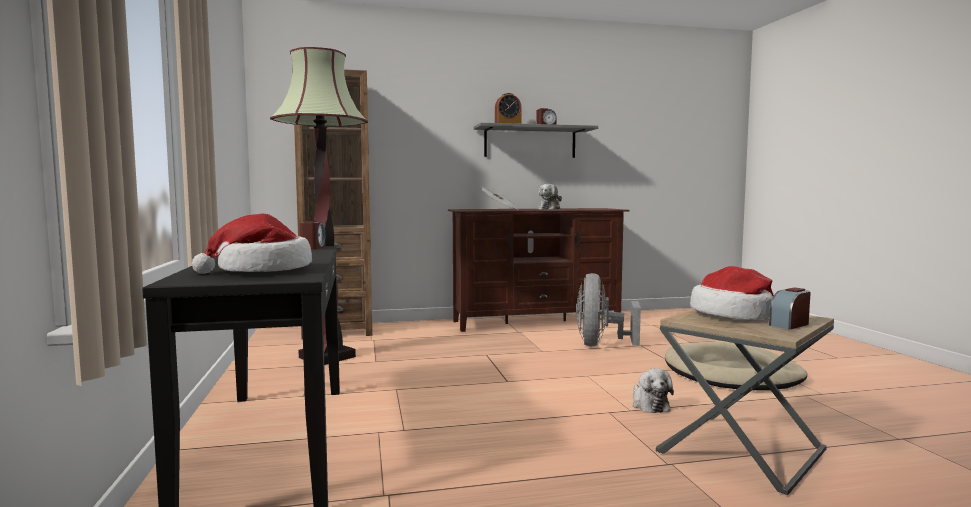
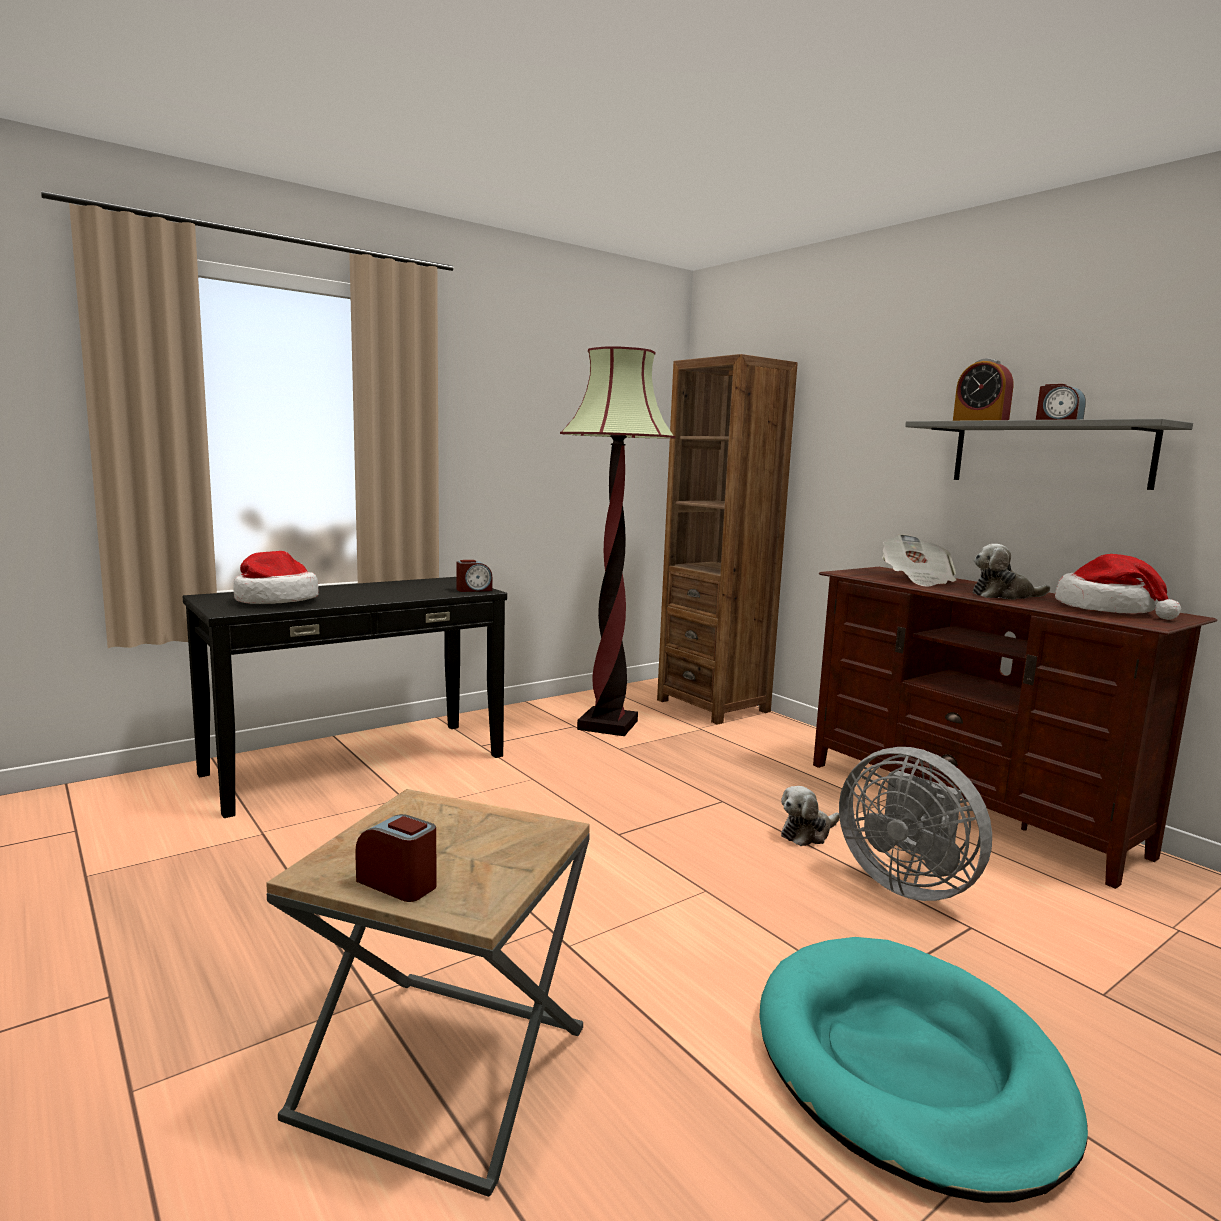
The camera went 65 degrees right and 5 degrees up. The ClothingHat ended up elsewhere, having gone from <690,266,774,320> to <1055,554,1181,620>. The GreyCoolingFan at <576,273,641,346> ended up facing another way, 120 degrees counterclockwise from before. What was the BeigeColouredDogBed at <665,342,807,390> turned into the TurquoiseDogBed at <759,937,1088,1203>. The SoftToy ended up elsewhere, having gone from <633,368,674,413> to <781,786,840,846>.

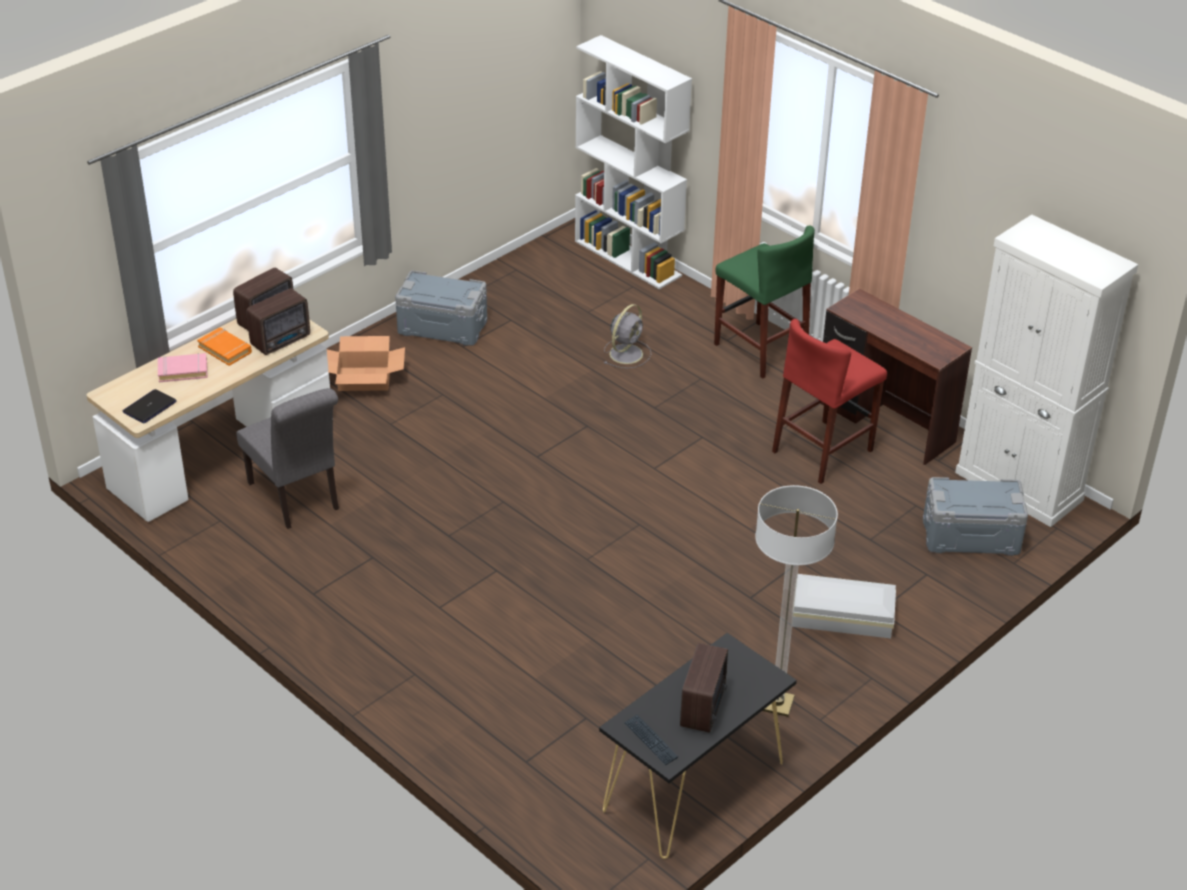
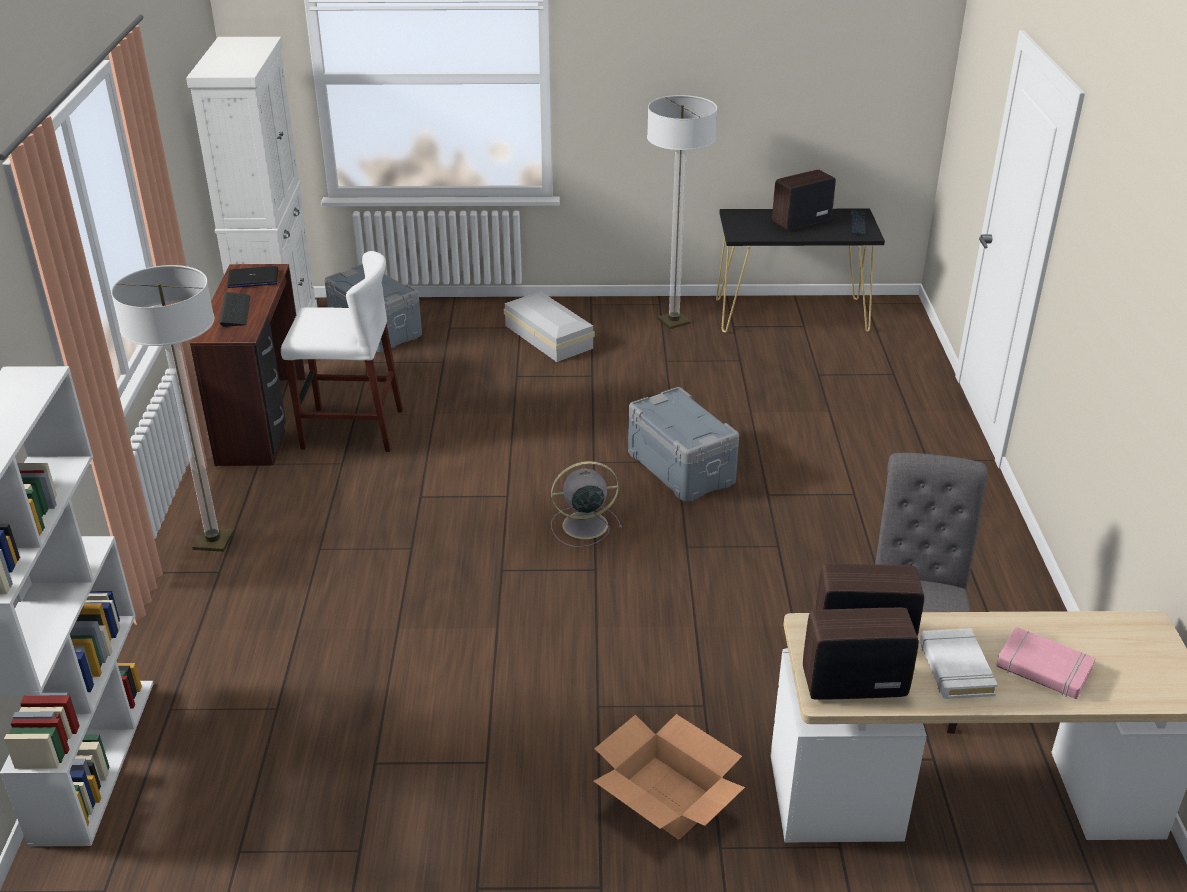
The camera went 135 degrees left and 5 degrees down. Where the GreenColouredStoolSeat stood at <714,225,815,379>, the StandardLamp came to stand at <111,265,234,552>. The GreyStorageBox ended up elsewhere, having gone from <395,271,487,346> to <628,387,739,502>. The GreyCoolingFan ended up elsewhere, having gone from <604,304,651,369> to <551,461,622,547>. What was the ReddishStoolSeat at <772,319,887,484> turned into the WhitishStoolSeat at <281,251,403,452>. What was the OrangeColouredVolume at <197,327,252,366> turned into the WhitishVolume at <920,628,998,699>. The PortableComputer ended up elsewhere, having gone from <122,389,177,423> to <227,266,278,288>. The second view gained the Keyboard at <219,292,251,327>.

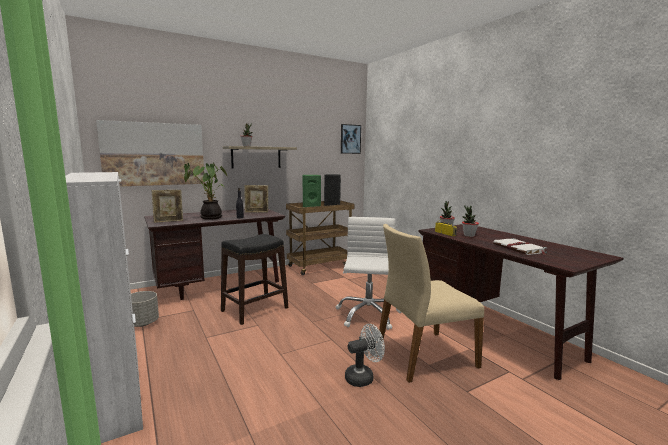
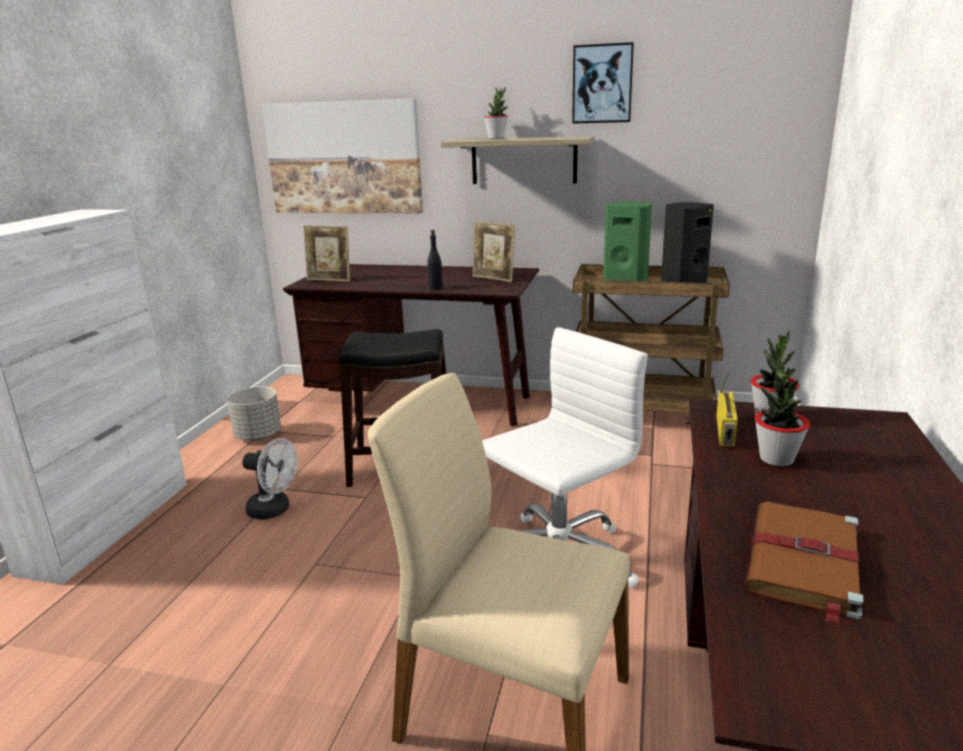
The camera went 45 degrees right and 10 degrees up. The WallArt ended up elsewhere, having gone from <341,124,361,154> to <572,42,634,124>. The second view lost the PottedPlant at <184,162,227,220>. What was the WhitishVolume at <493,238,547,255> turned into the BrownColouredVolume at <745,502,864,624>. The WhitishCoolingFan ended up elsewhere, having gone from <345,324,385,387> to <242,438,298,519>.

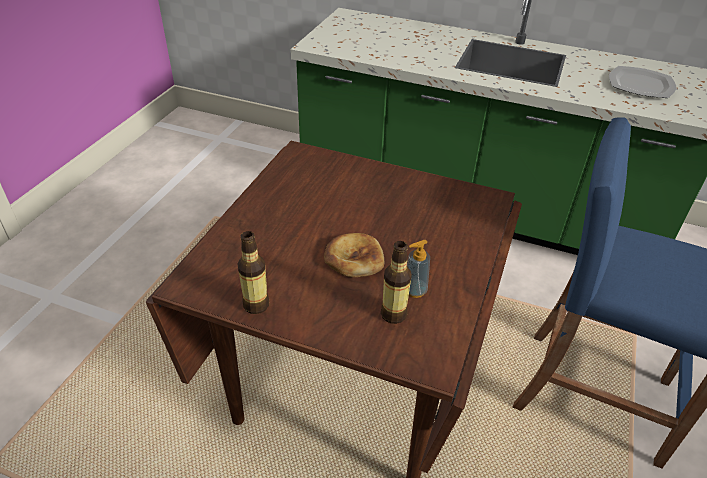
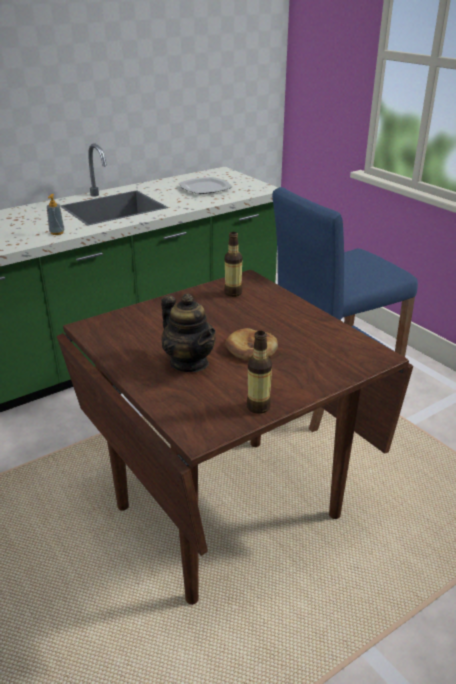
The camera went 55 degrees left and 10 degrees down. The SoapDispenser ended up elsewhere, having gone from <407,240,430,298> to <47,194,65,235>. The Bottle ended up elsewhere, having gone from <381,241,412,324> to <224,232,242,297>. The second view gained the PotForTea at <161,294,216,372>.

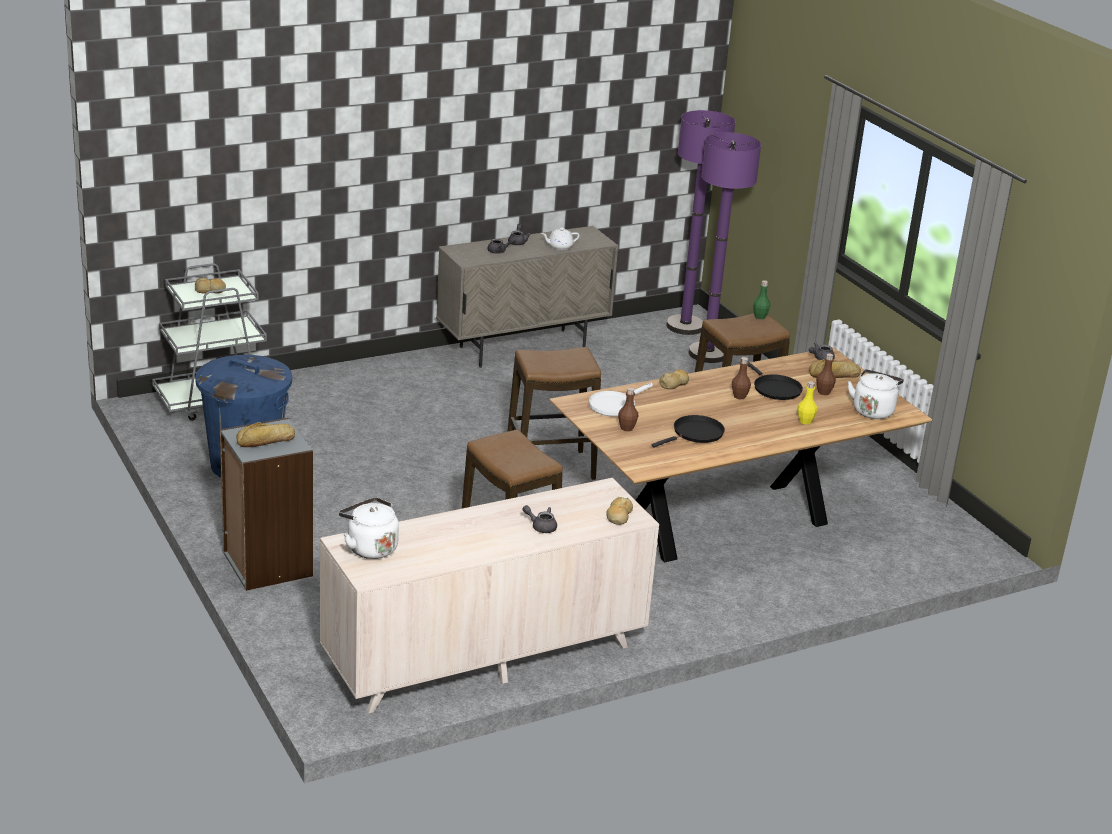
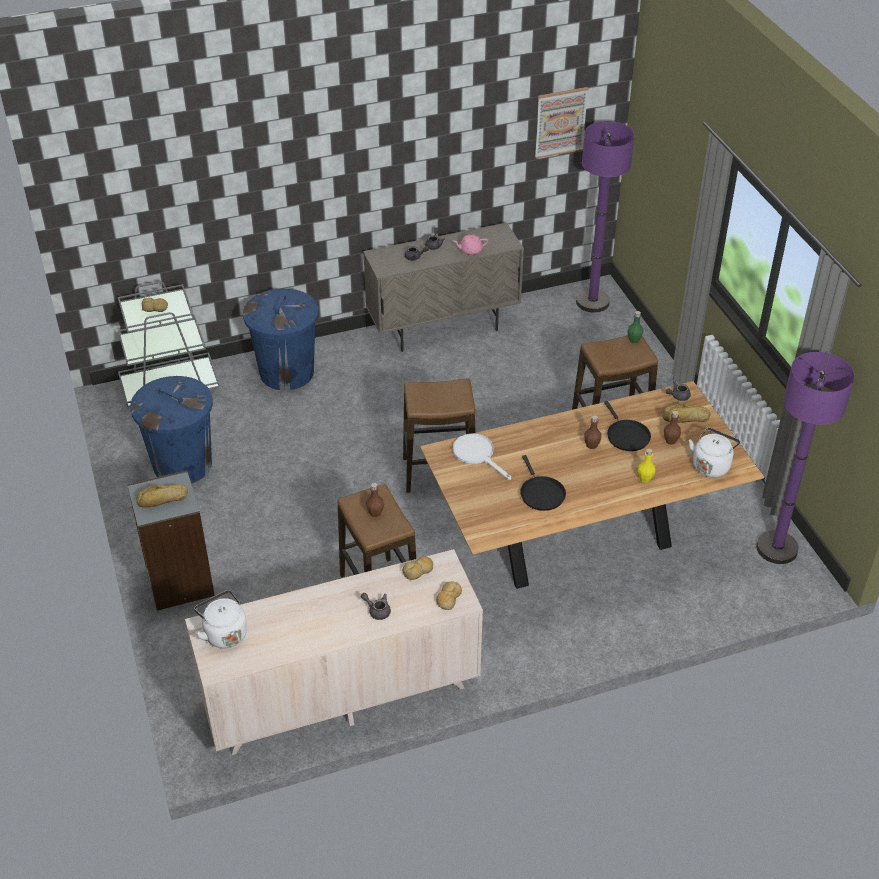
The camera went 10 degrees right and 15 degrees up. The PurplishStandardLamp ended up elsewhere, having gone from <689,132,761,363> to <756,352,855,564>. What was the WhitishPotForTea at <541,228,580,250> turned into the PinkColouredPotForTea at <453,234,488,255>. The BakedBread ended up elsewhere, having gone from <659,369,689,389> to <402,556,433,580>. The WhitishSkillet at <589,383,653,417> ended up facing another way, 90 degrees clockwise from before. The BrownColouredBottle ended up elsewhere, having gone from <618,387,638,431> to <366,483,384,517>. The BlackSkillet at <652,415,725,448> ended up facing another way, 105 degrees clockwise from before. The second view gained the WallArt at <535,87,589,159>. The second view gained the BlueTrashCan at <243,288,319,390>.

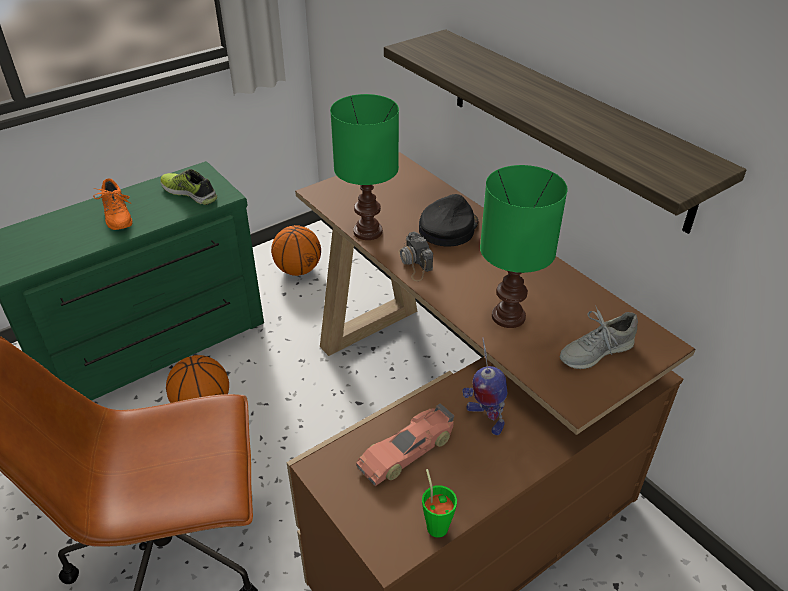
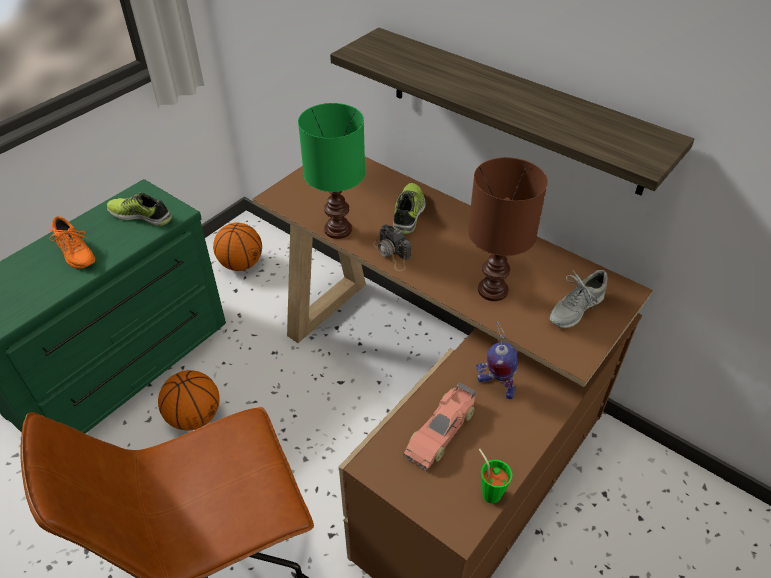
The camera went 15 degrees left and 5 degrees up. What was the GreenColouredTableLamp at <480,165,567,328> turned into the BrownColouredTableLamp at <468,157,548,301>. Where the BlackBaseballCap stood at <419,194,478,246>, the LowShoe came to stand at <393,183,425,235>.

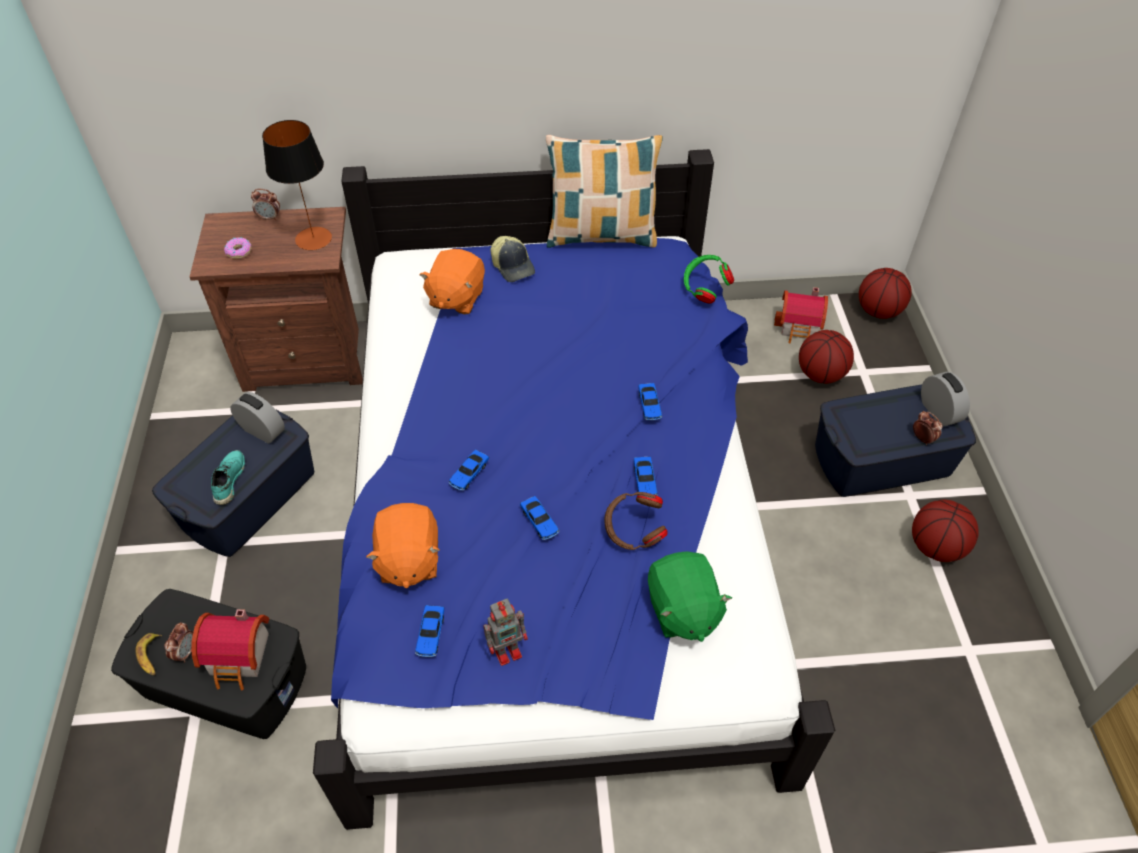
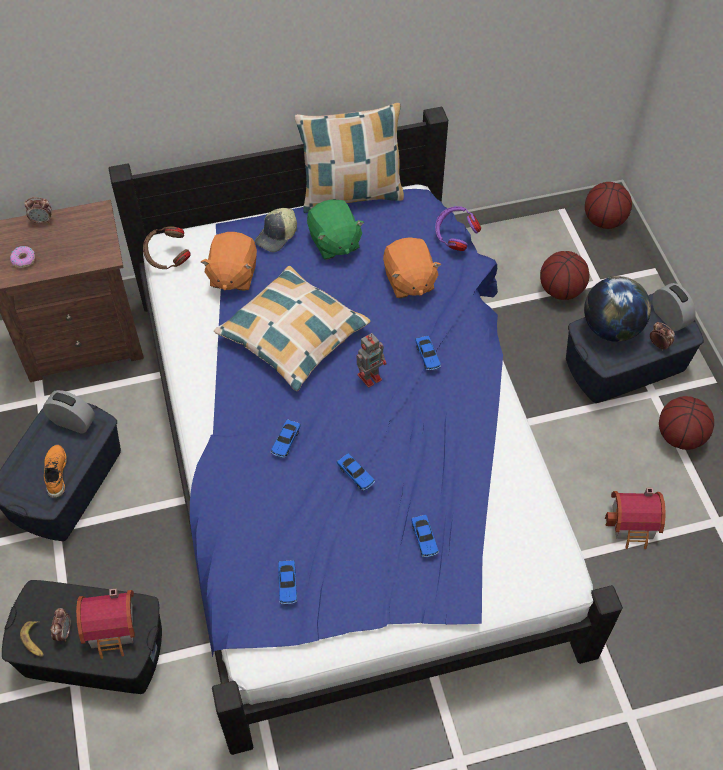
The camera went 10 degrees left and 5 degrees up. The second view lost the TableLamp at <262,120,332,250>. The BaseballCap at <490,236,535,282> ended up facing another way, 75 degrees clockwise from before. What was the GreenColouredHeadset at <684,255,734,303> turned into the PurplishHeadset at <435,206,481,251>. The ToyHouse ended up elsewhere, having gone from <774,287,828,344> to <605,488,666,549>. What was the TurquoiseLowShoe at <211,450,245,505> turned into the OrangeColouredLowShoe at <44,444,67,498>. The ModelCar ended up elsewhere, having gone from <634,457,658,496> to <411,515,439,557>. The BrownColouredHeadset ended up elsewhere, having gone from <604,492,668,550> to <143,226,191,269>. The OrangeColouredSoftToy ended up elsewhere, having gone from <366,503,440,589> to <383,237,442,298>. The GreenColouredSoftToy ended up elsewhere, having gone from <648,551,732,642> to <307,199,364,259>. The ModelRobot ended up elsewhere, having gone from <483,599,528,666> to <356,333,387,388>. The second view gained the Pillow at <214,266,370,391>. The second view gained the Globe at <584,276,651,342>.

